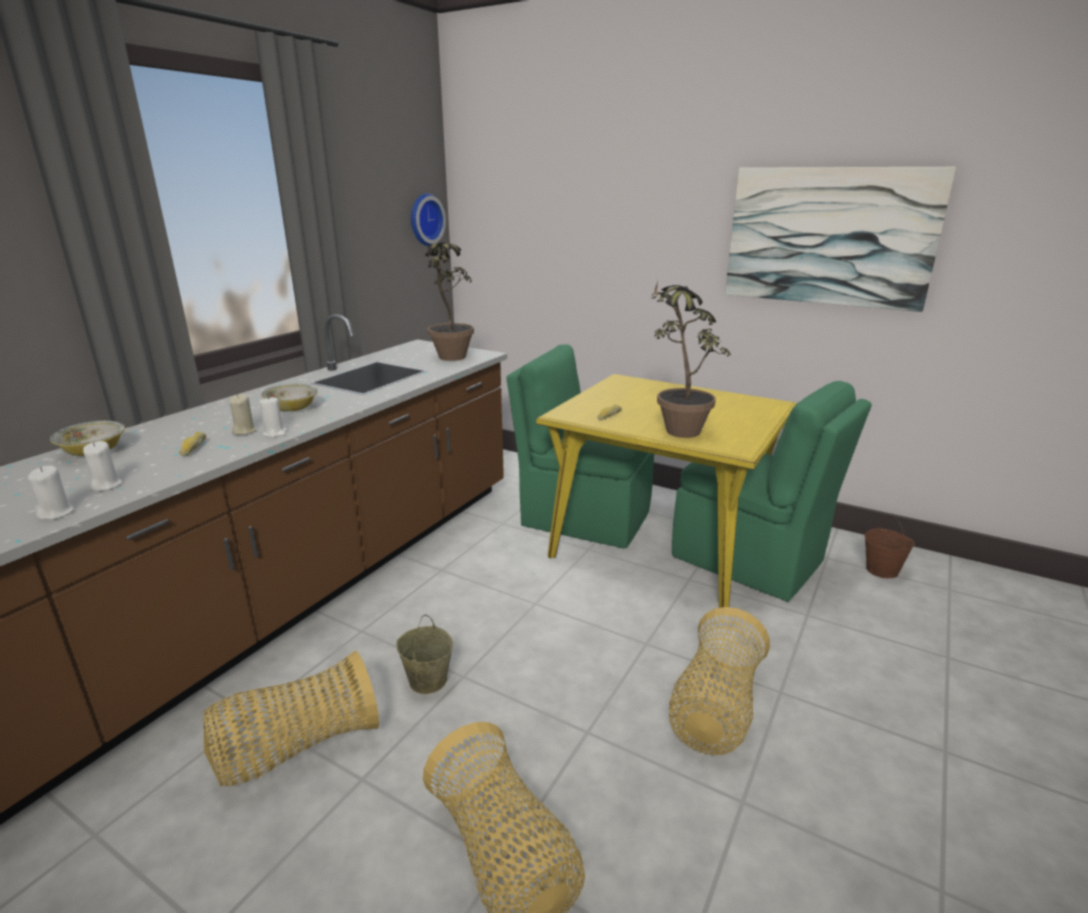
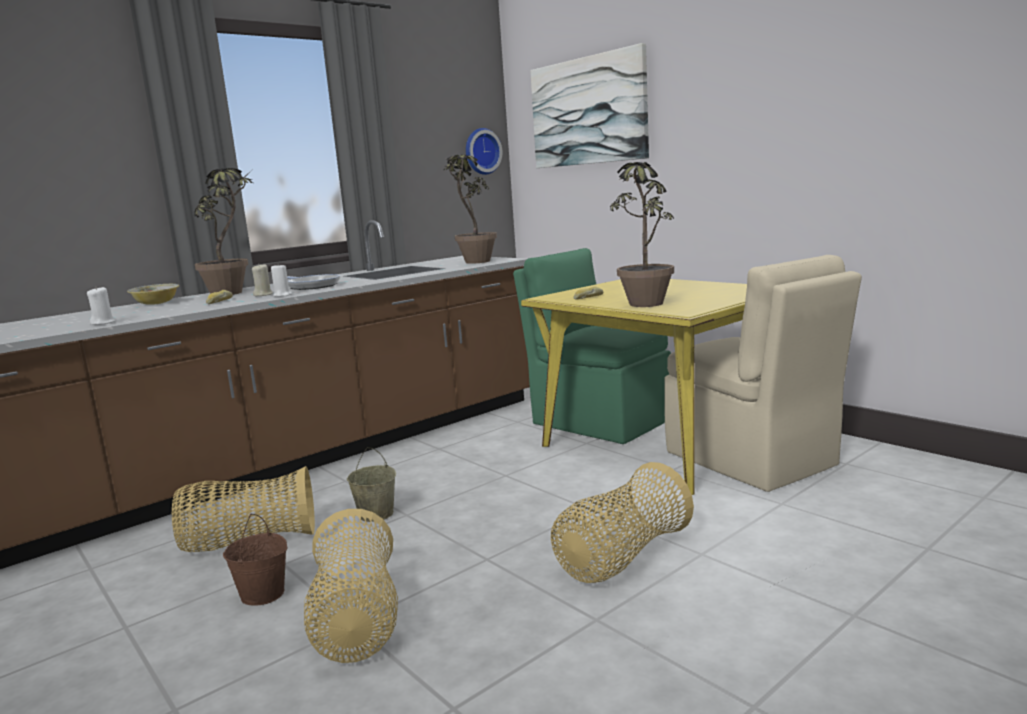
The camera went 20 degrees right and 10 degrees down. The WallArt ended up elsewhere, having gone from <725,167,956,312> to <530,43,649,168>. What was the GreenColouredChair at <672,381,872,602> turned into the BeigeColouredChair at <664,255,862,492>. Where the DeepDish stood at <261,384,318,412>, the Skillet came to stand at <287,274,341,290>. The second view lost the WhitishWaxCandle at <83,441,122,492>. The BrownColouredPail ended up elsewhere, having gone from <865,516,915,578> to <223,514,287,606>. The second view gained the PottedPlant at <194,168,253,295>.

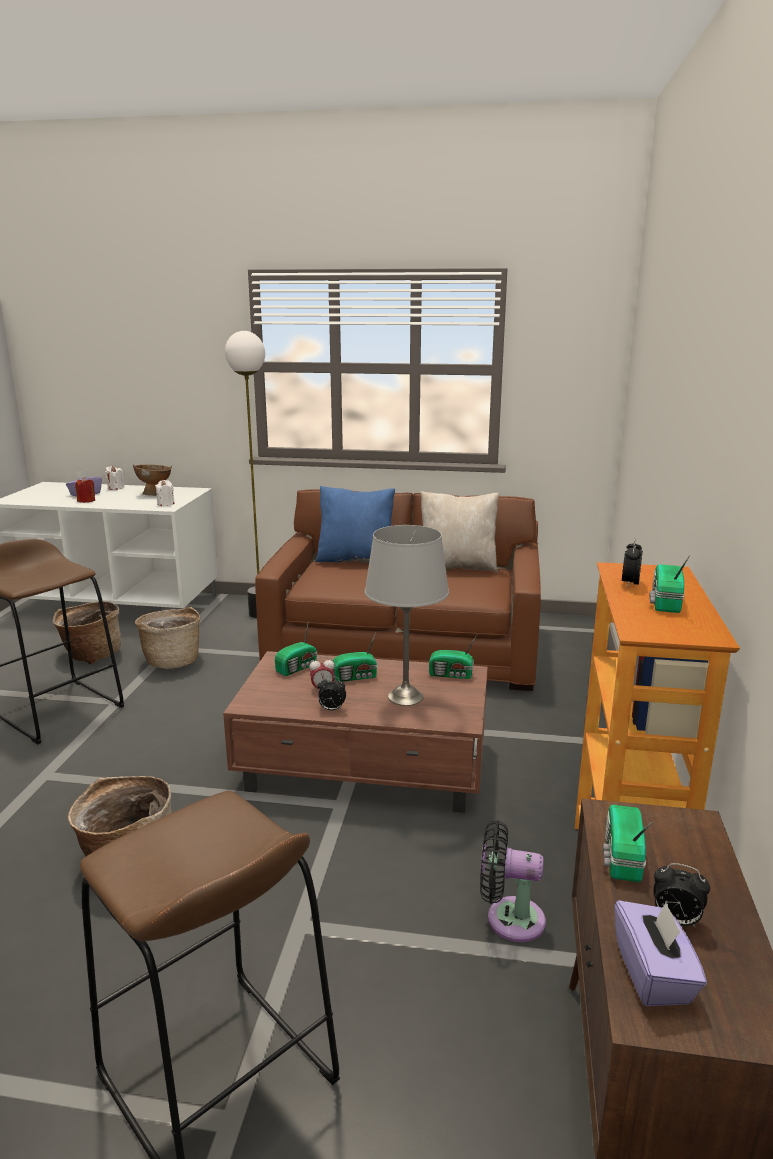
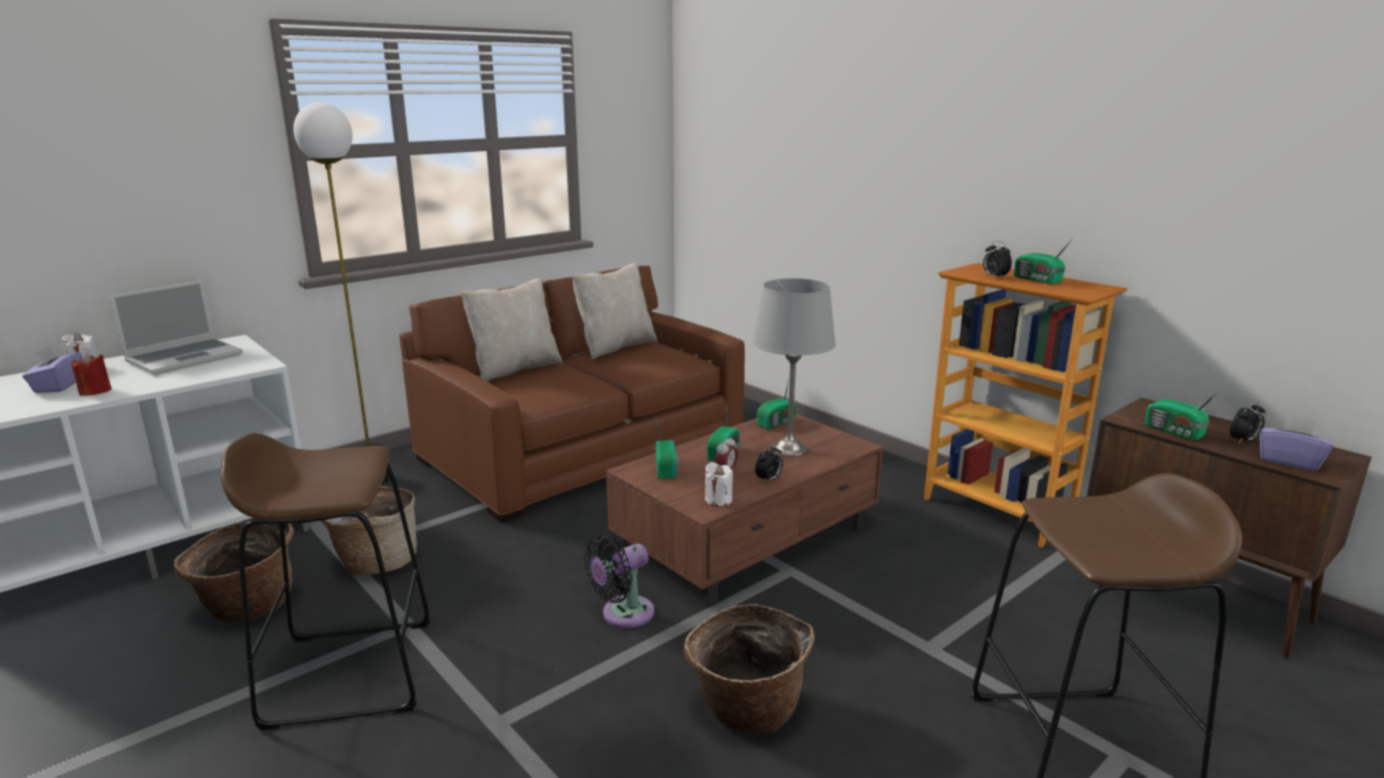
The camera went 50 degrees left and 0 degrees up. Where the BrownColouredDeepDish stood at <133,464,172,496>, the PortableComputer came to stand at <110,280,242,375>. The WhitishWaxCandle ended up elsewhere, having gone from <155,480,175,506> to <705,462,733,507>. What was the BluePillow at <315,486,395,563> turned into the BeigeColouredPillow at <461,278,562,381>. The BlackCoolingFan ended up elsewhere, having gone from <480,821,546,942> to <584,533,655,628>.

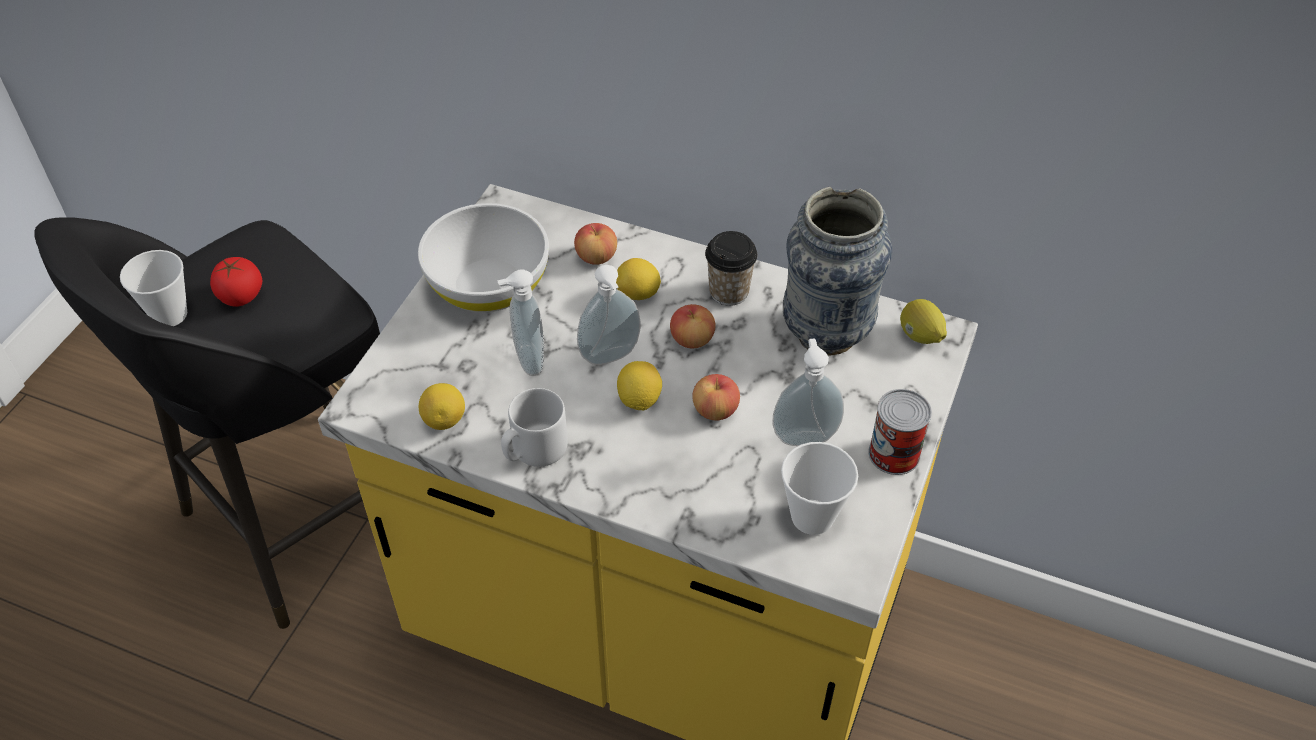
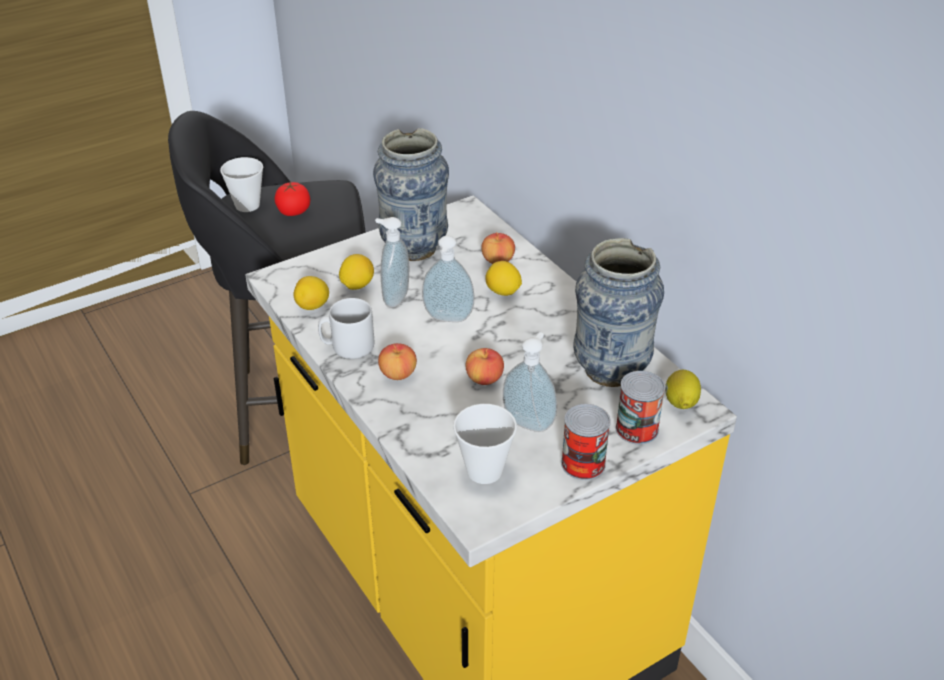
The camera went 35 degrees right and 10 degrees down. Where the WhitishDeepDish stood at <418,203,549,312>, the Vase came to stand at <373,128,449,261>. The second view lost the Cup at <705,231,758,306>. The Apple ended up elsewhere, having gone from <670,304,715,348> to <378,343,417,380>. The Lemon ended up elsewhere, having gone from <617,361,662,411> to <339,254,374,290>. The second view gained the SealedCan at <616,371,665,445>.

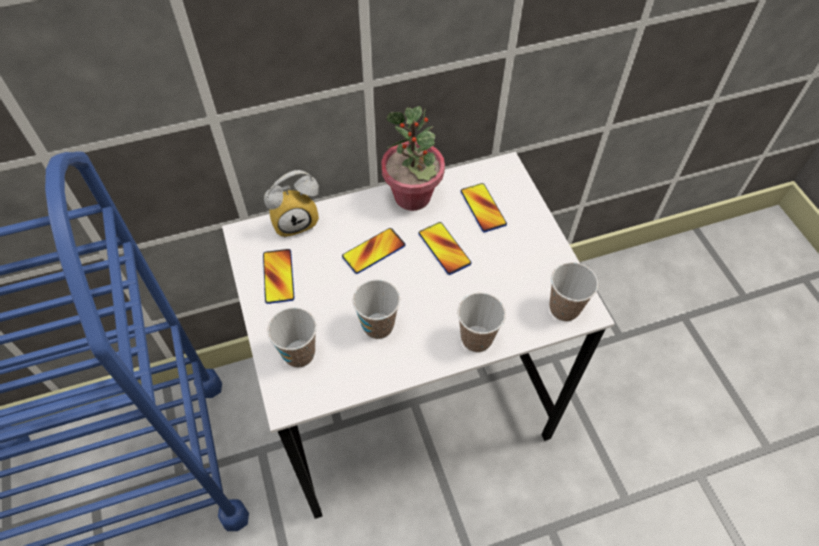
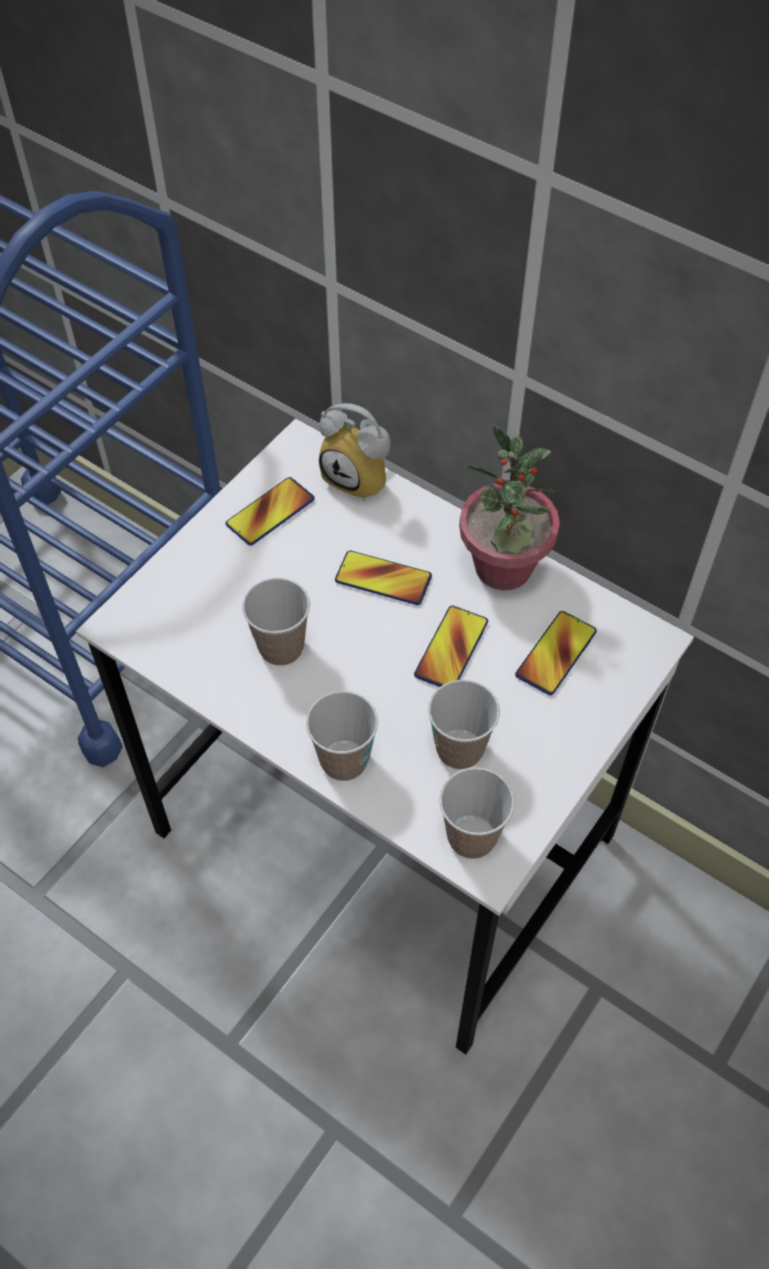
The camera went 55 degrees right and 0 degrees up. The Cup ended up elsewhere, having gone from <268,307,317,368> to <428,680,500,770>.

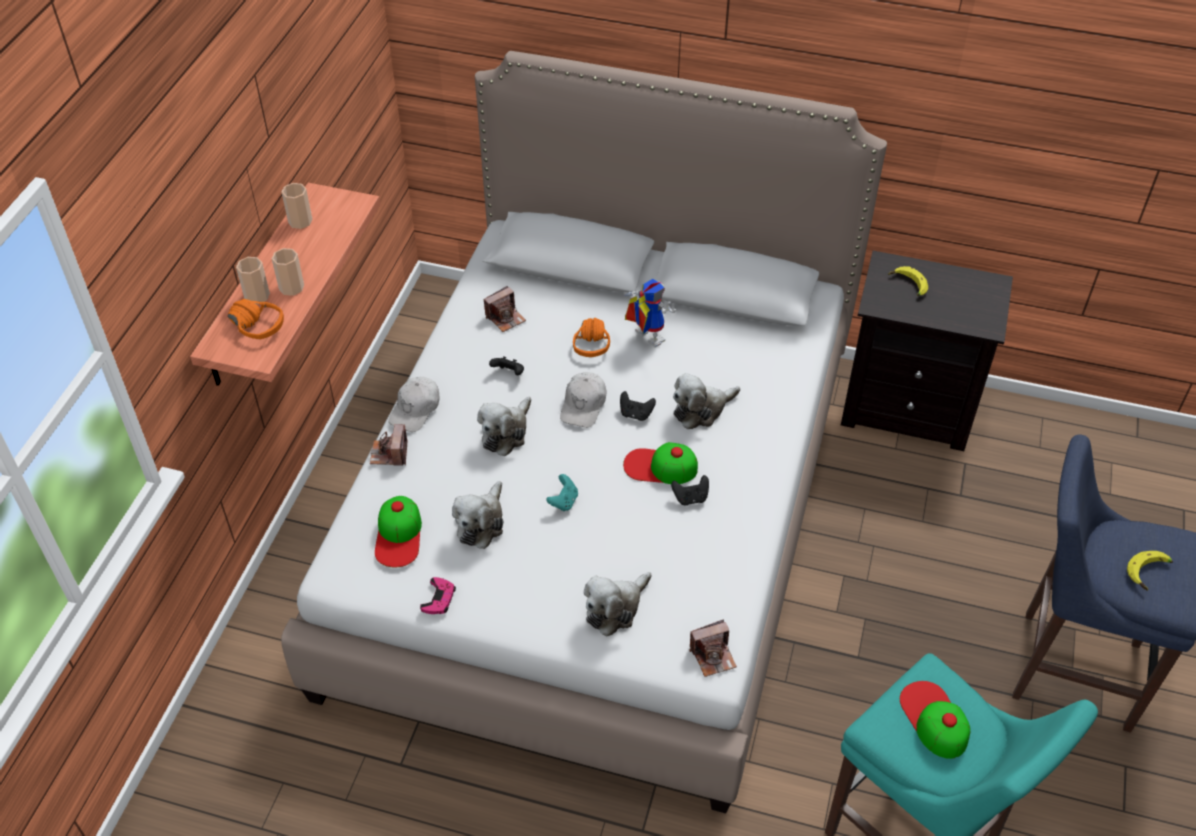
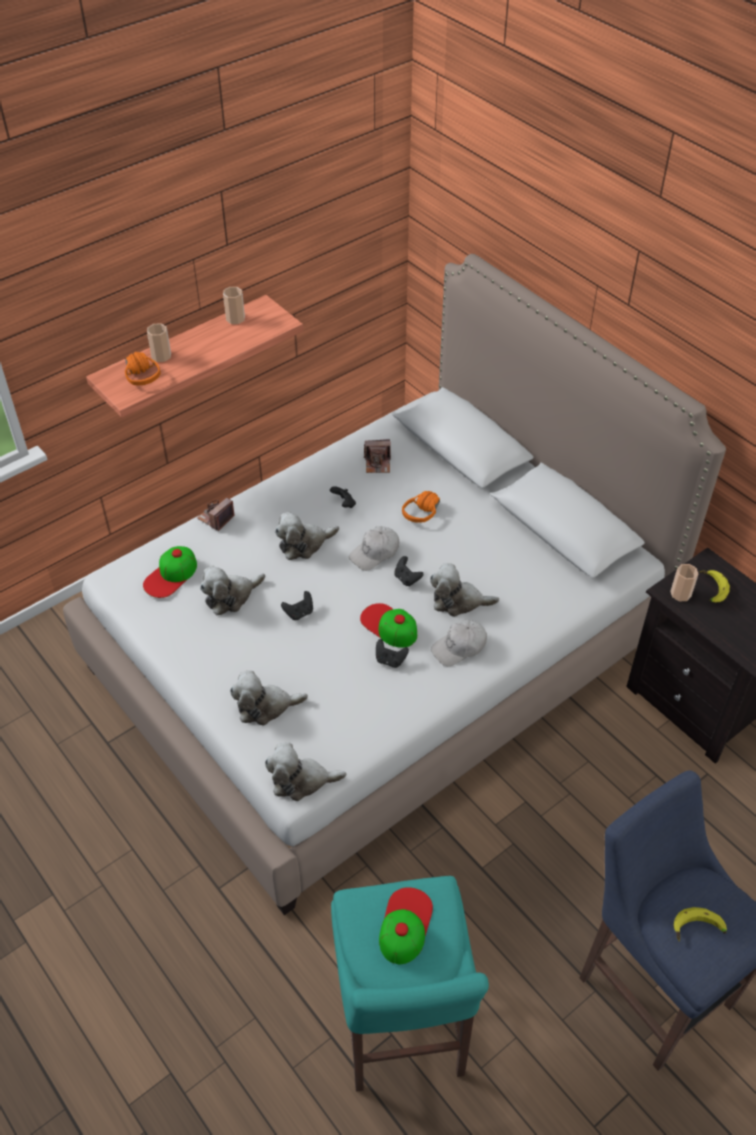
The camera went 35 degrees right and 0 degrees up. The Cup ended up elsewhere, having gone from <272,248,304,296> to <670,564,698,601>. The second view lost the ModelRobot at <624,279,676,347>. The WhitishBaseballCap ended up elsewhere, having gone from <389,377,439,432> to <431,620,487,666>. What was the TurquoiseGamepad at <546,474,578,511> turned into the BlackGamepad at <281,591,313,620>. The second view lost the PinkColouredGamepad at <420,577,456,614>. Where the PhotoCamera stood at <689,619,737,677>, the SoftToy came to stand at <265,743,346,801>.

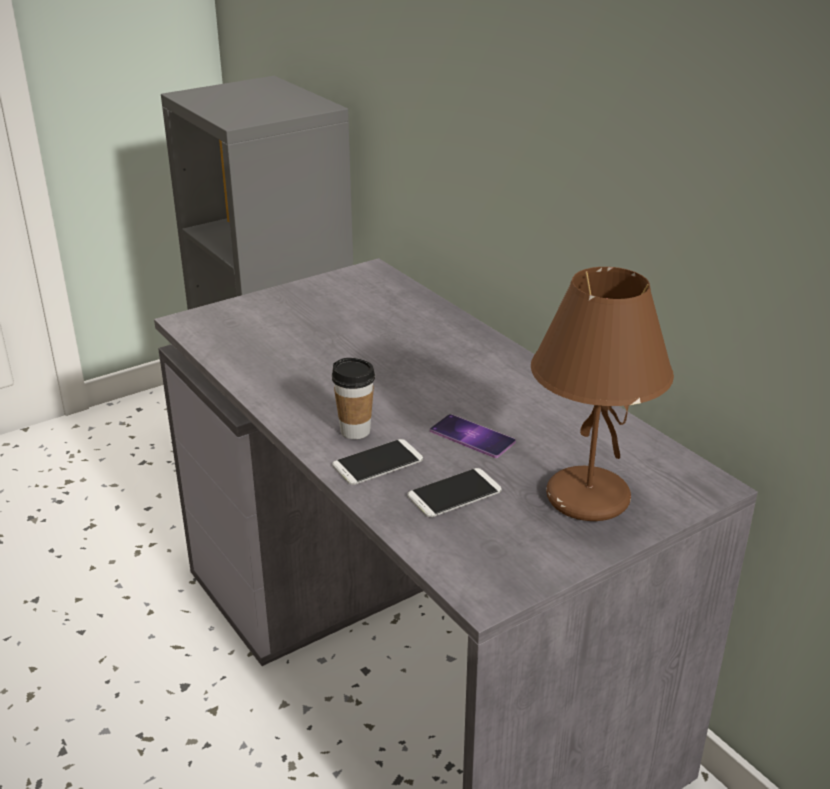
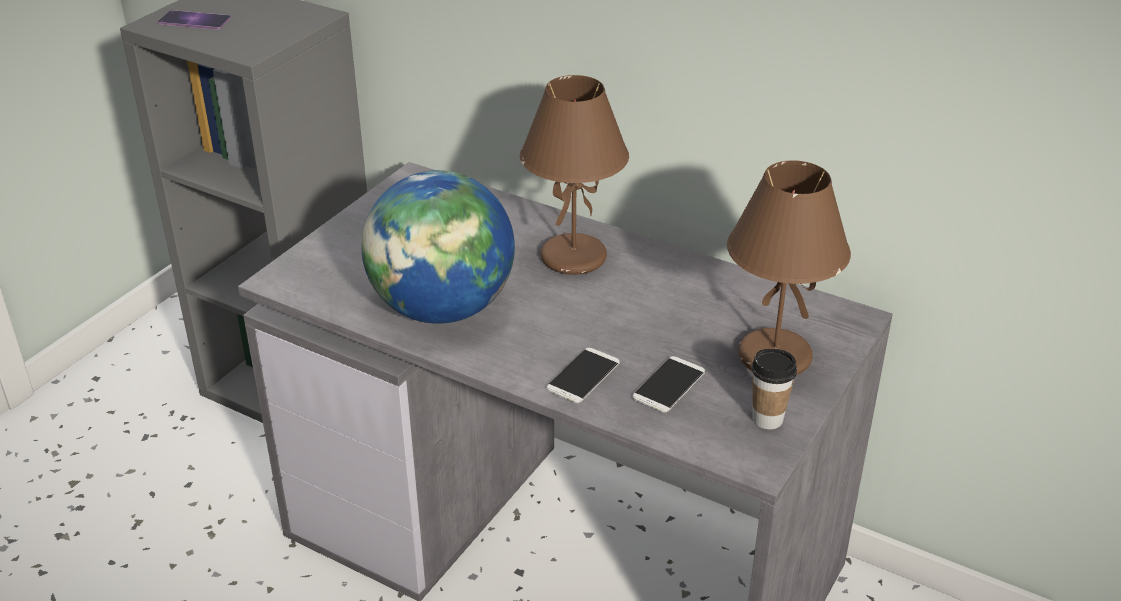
The camera went 25 degrees left and 5 degrees up. The Cup ended up elsewhere, having gone from <332,358,375,439> to <752,349,797,429>. The Handset ended up elsewhere, having gone from <430,414,516,458> to <158,10,231,30>. The second view gained the BrownColouredTableLamp at <520,75,629,275>. The second view gained the Globe at <362,170,515,324>.

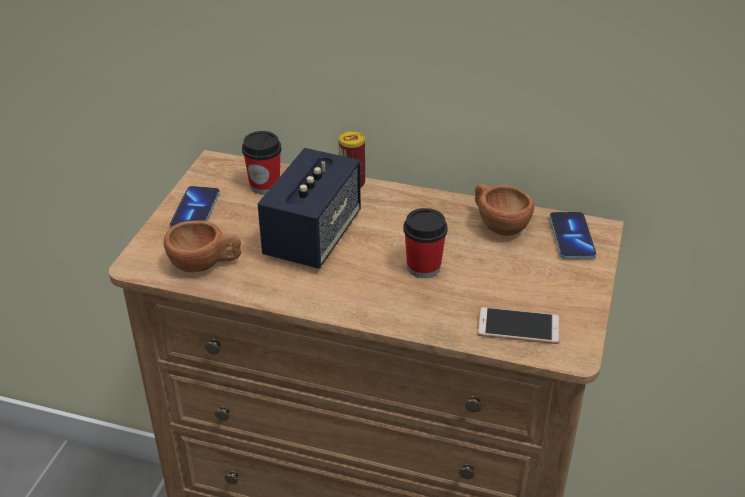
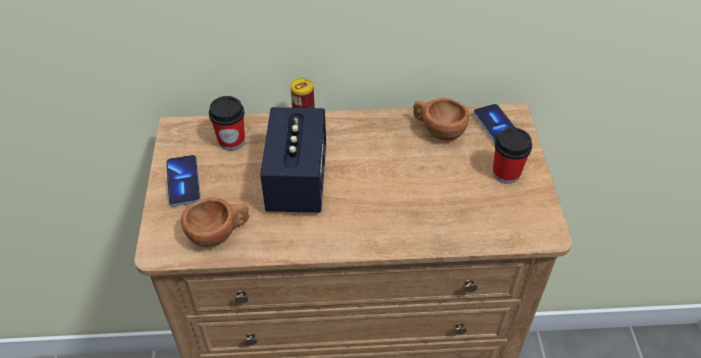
The camera went 20 degrees left and 10 degrees up. The Cup ended up elsewhere, having gone from <403,208,448,278> to <493,127,532,184>. The second view lost the Handset at <477,307,560,344>.

